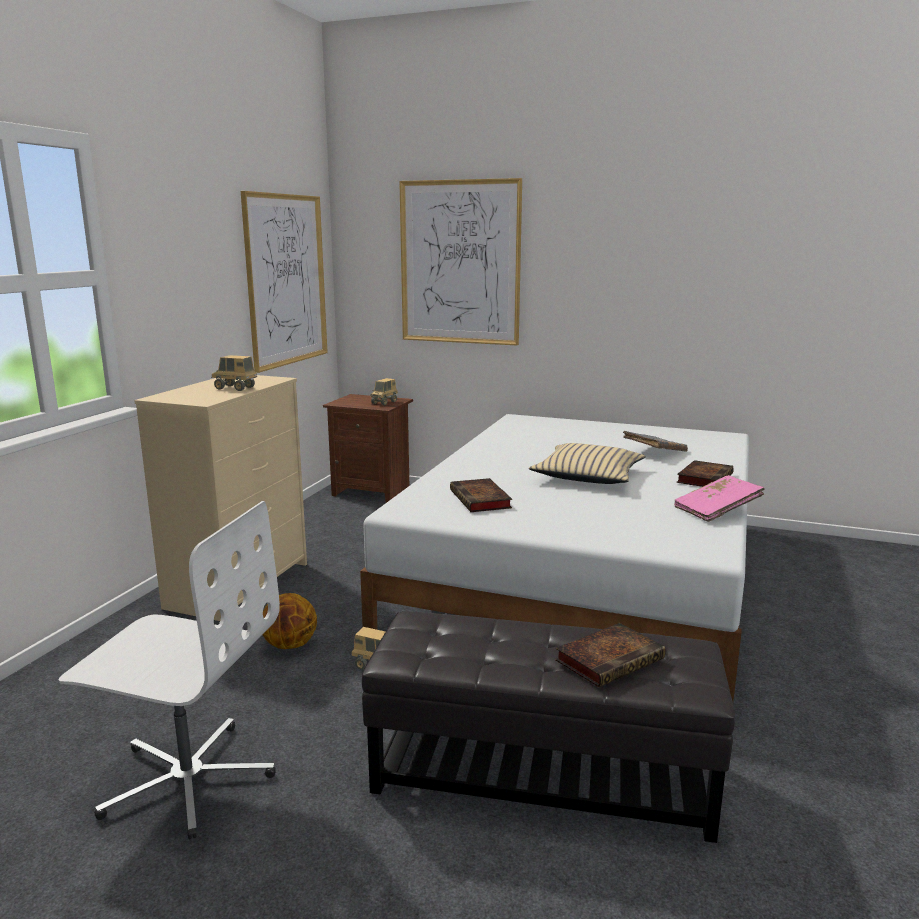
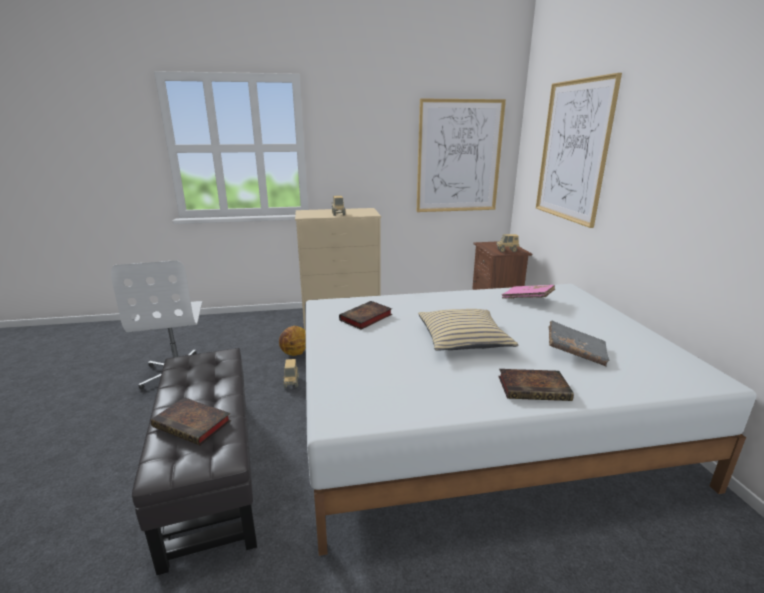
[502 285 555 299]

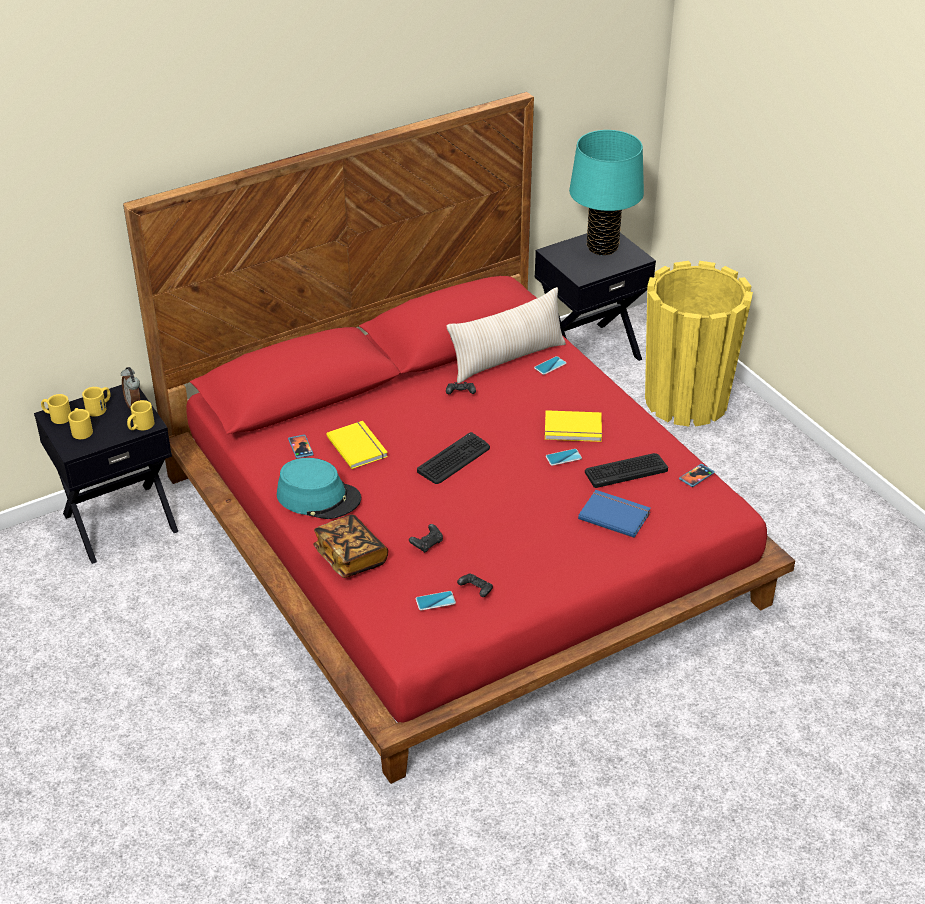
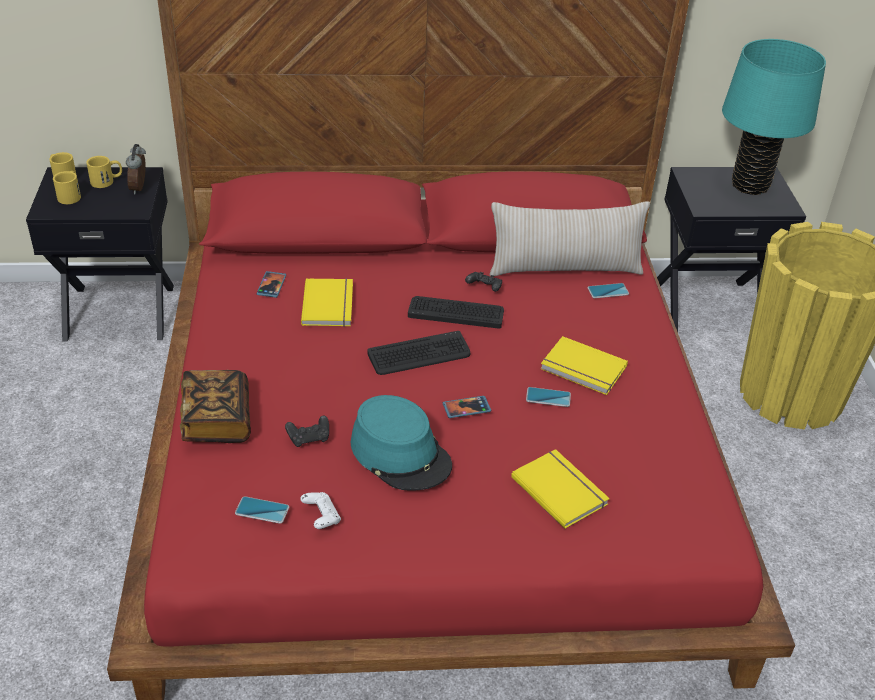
[127 400 155 430] (first image)
[350 395 452 491]
[300 492 341 529]
[511 449 610 529]
[408 296 504 329]
[443 396 491 418]

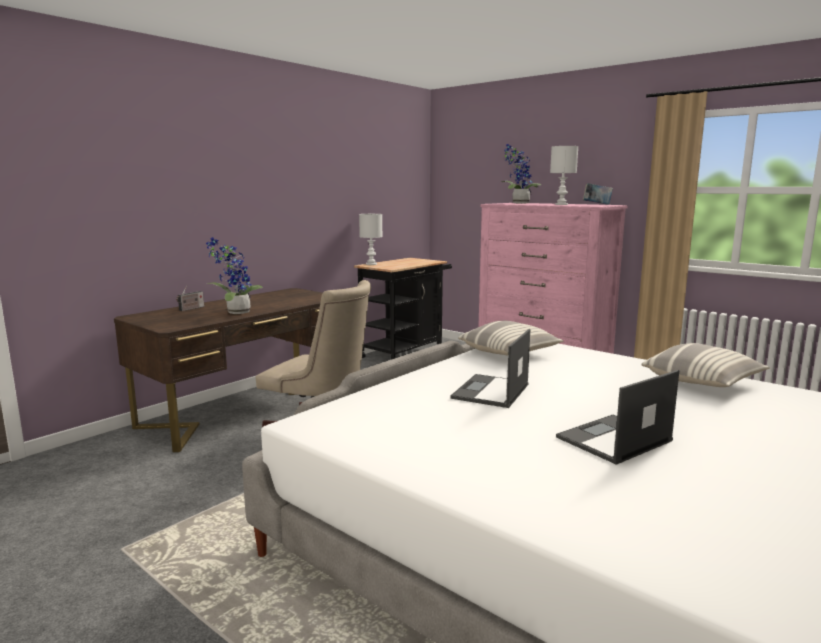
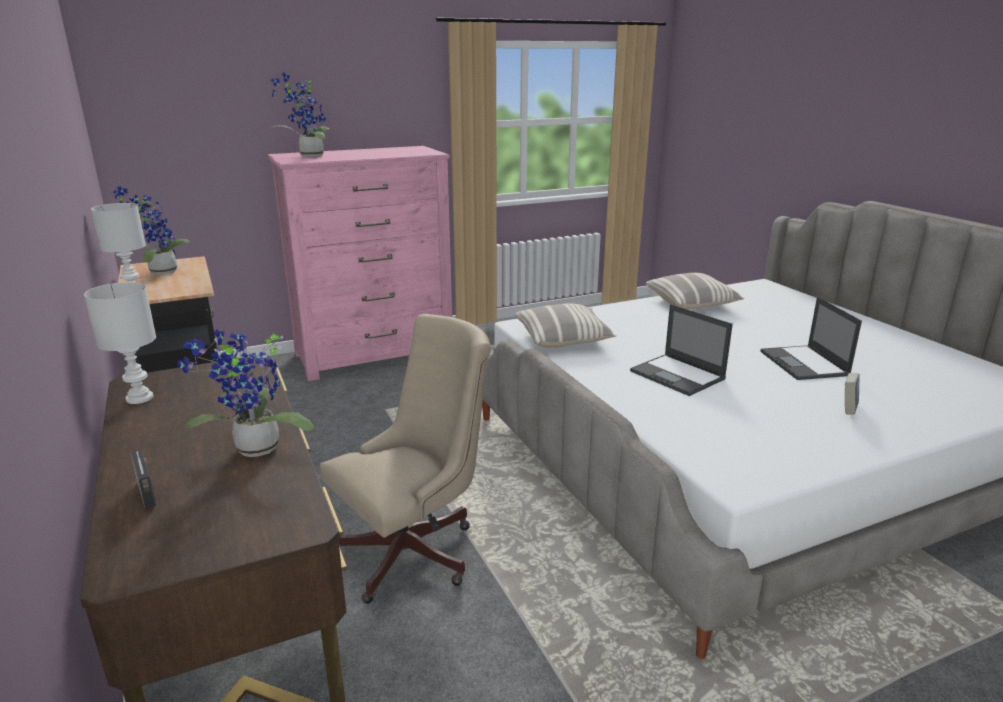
[84 282 156 404]
[845 373 860 415]
[113 186 190 275]

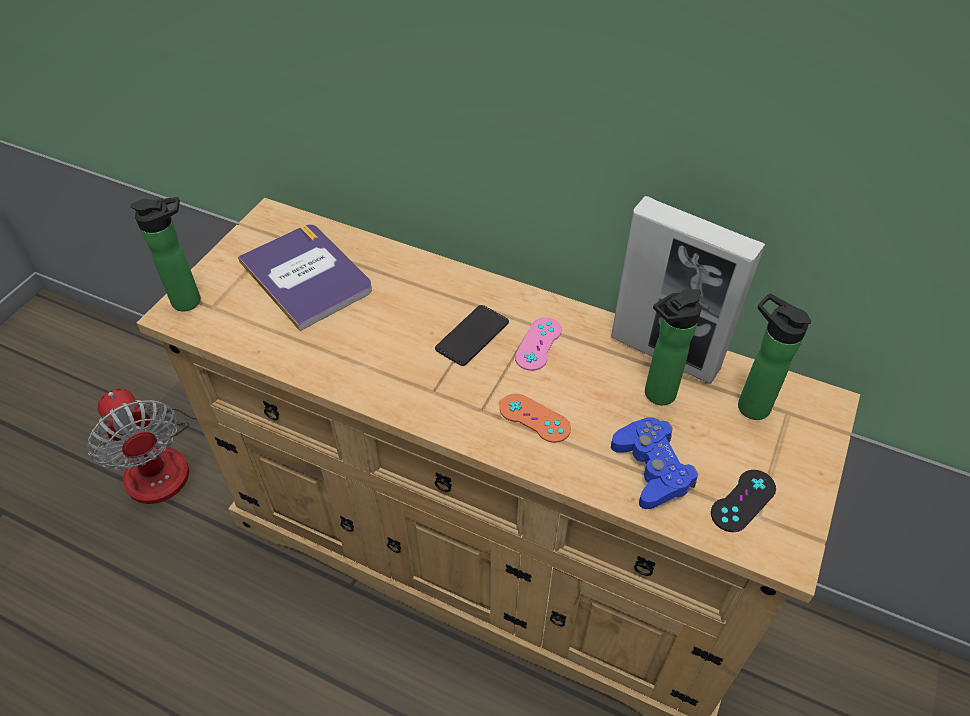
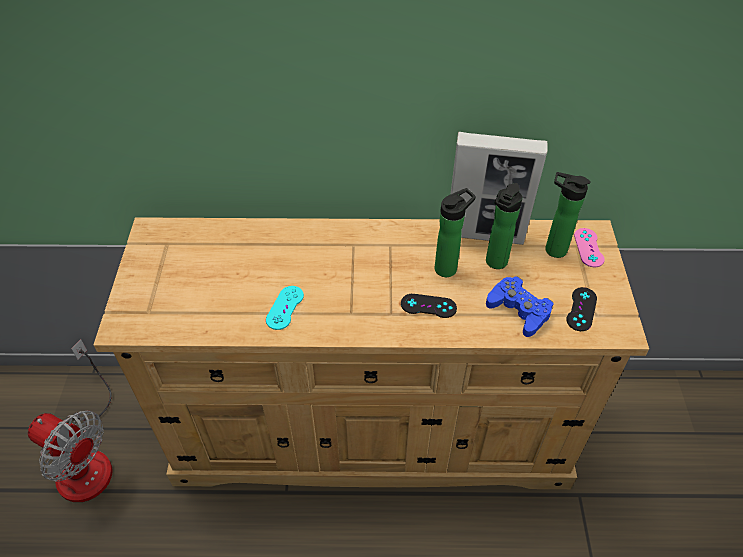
[435 188 476 277]
[238 224 372 331] (first image)
[435 305 509 366] (first image)
[401 294 457 318]
[574 228 605 267]
[266 286 304 330]

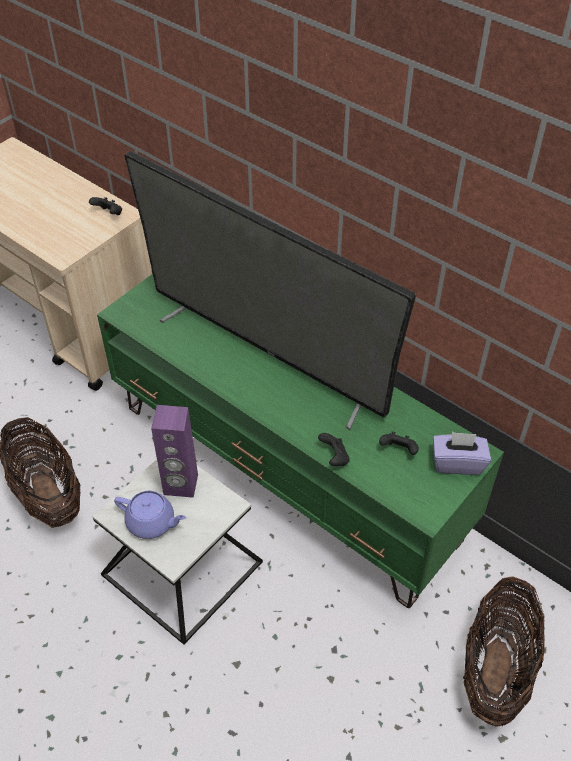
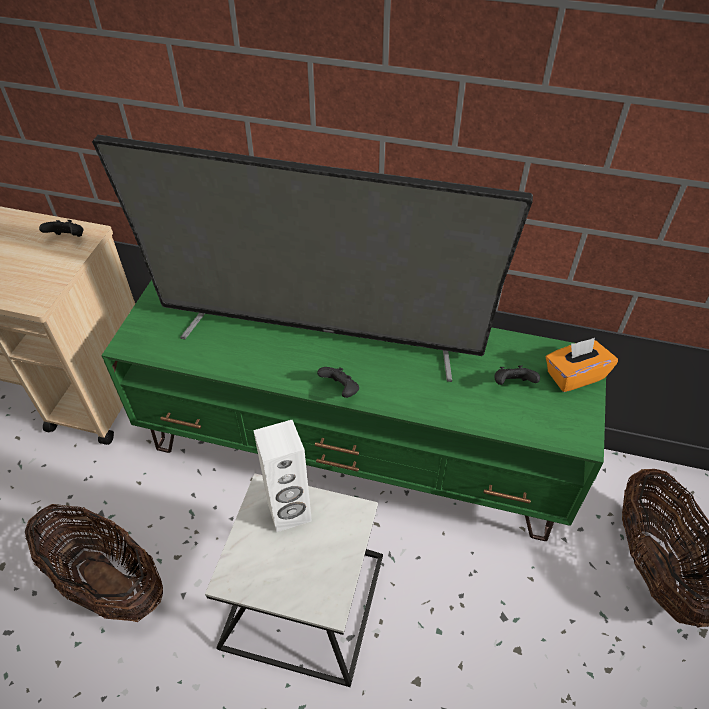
[114 491 186 539] (first image)
[253 420 312 532]
[317 367 359 398]
[546 338 618 392]

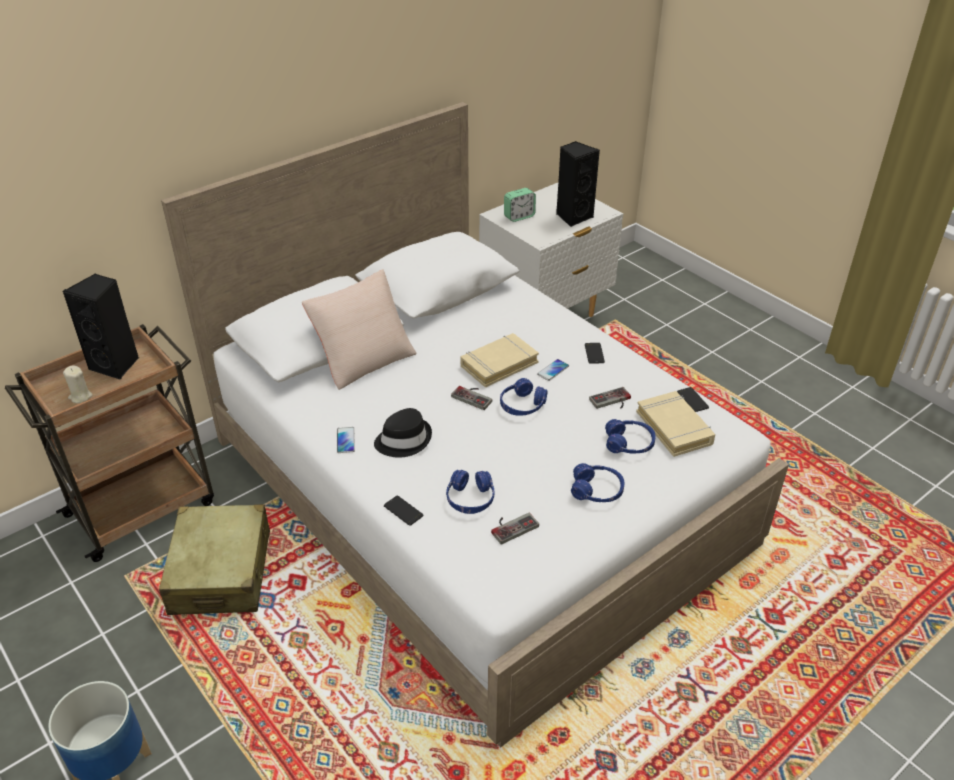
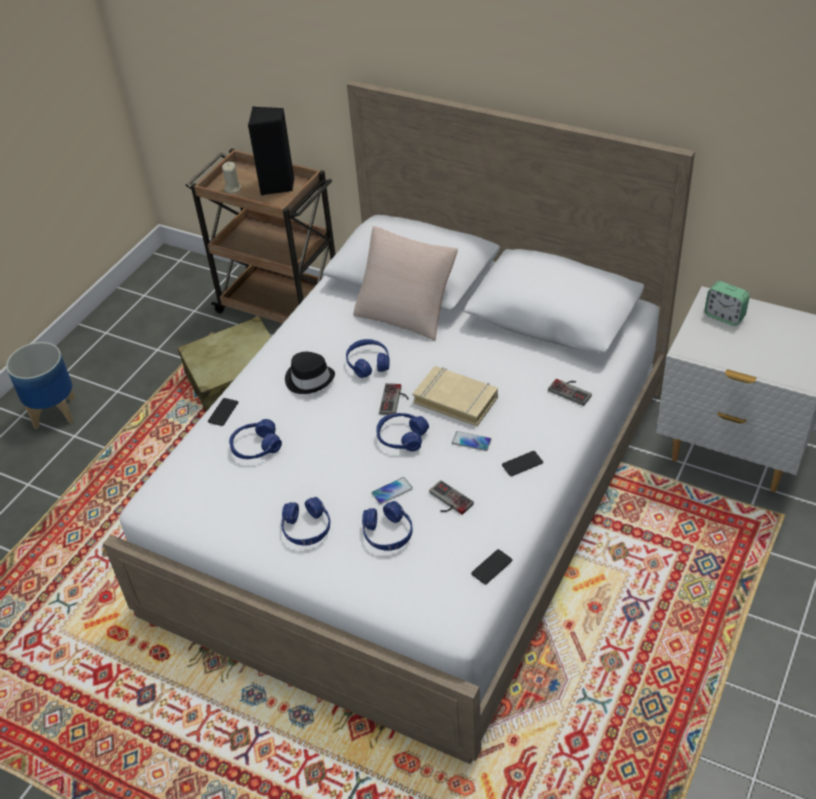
[372 477 413 504]
[548 379 592 406]
[556 141 600 227] (first image)
[636 391 715 457] (first image)
[346 339 390 378]

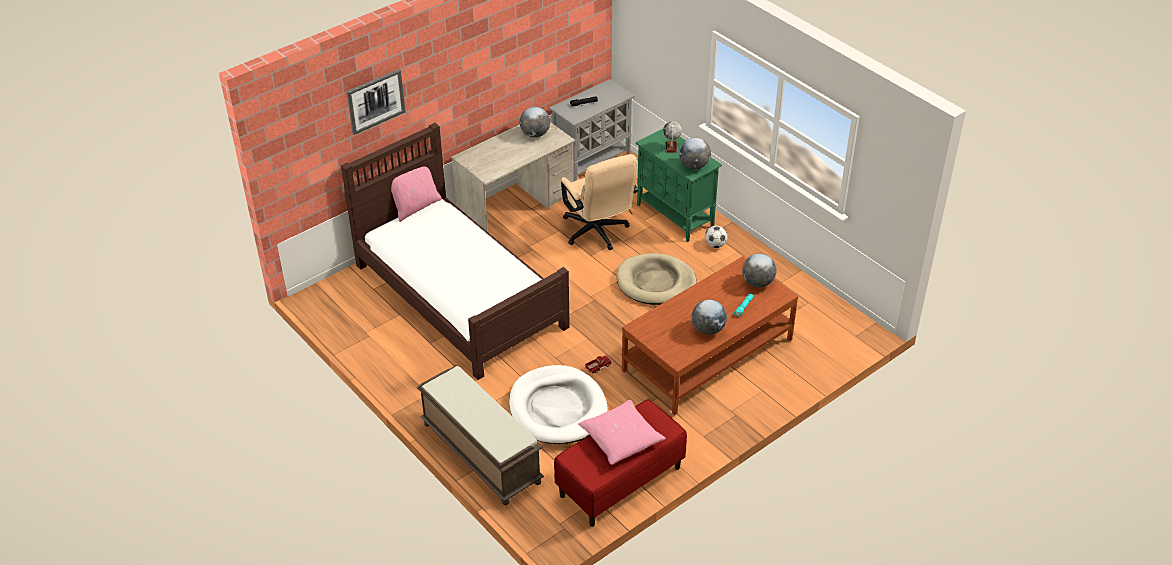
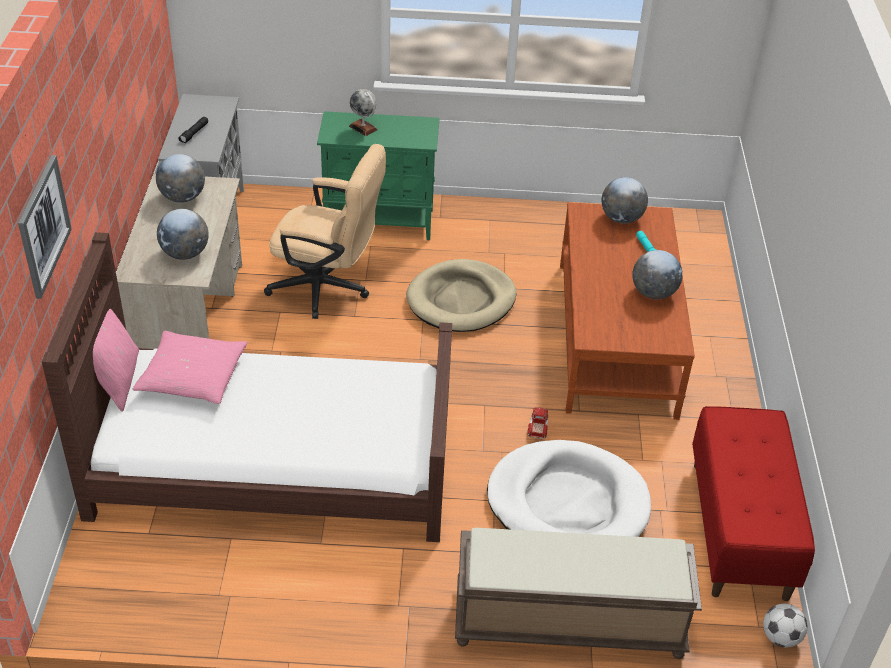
[132 331 248 404]
[157 209 209 260]
[763 603 808 647]

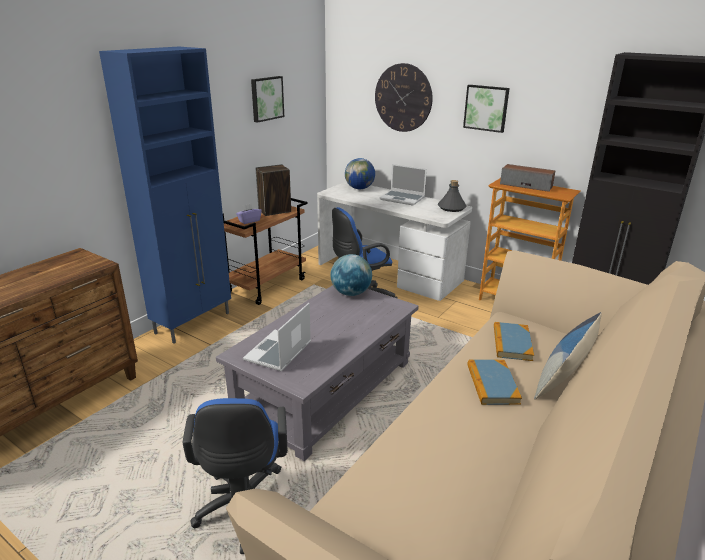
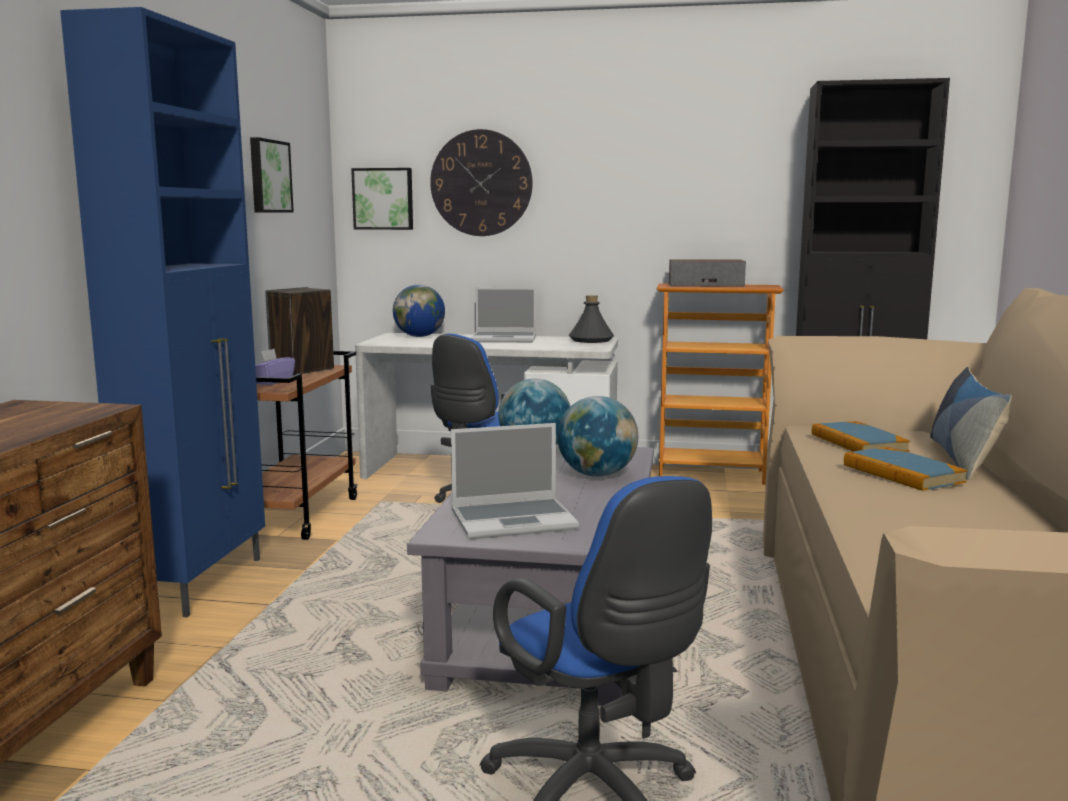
[451 423 579 539]
[351 168 413 230]
[557 396 638 477]

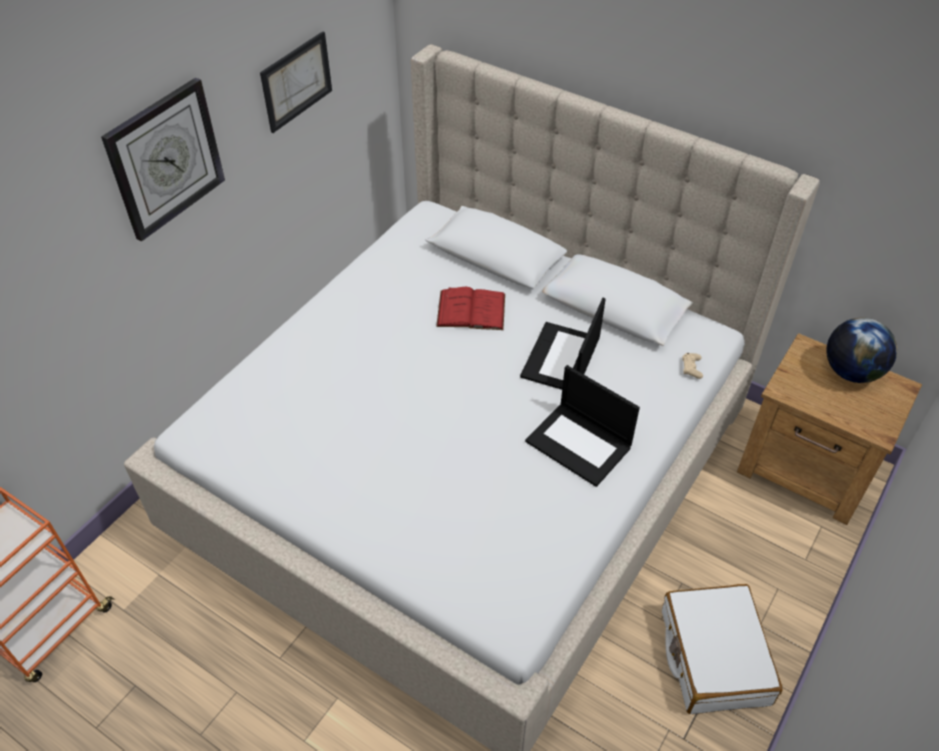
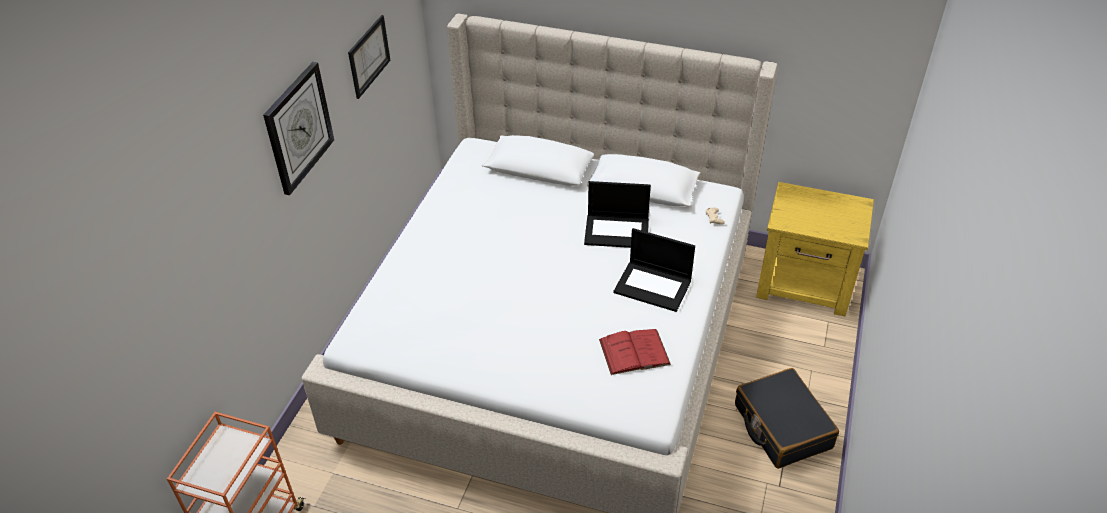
[599 329 671 375]
[584 181 651 248]
[735 368 839 469]
[756 182 874 317]
[826 318 897 383] (first image)

